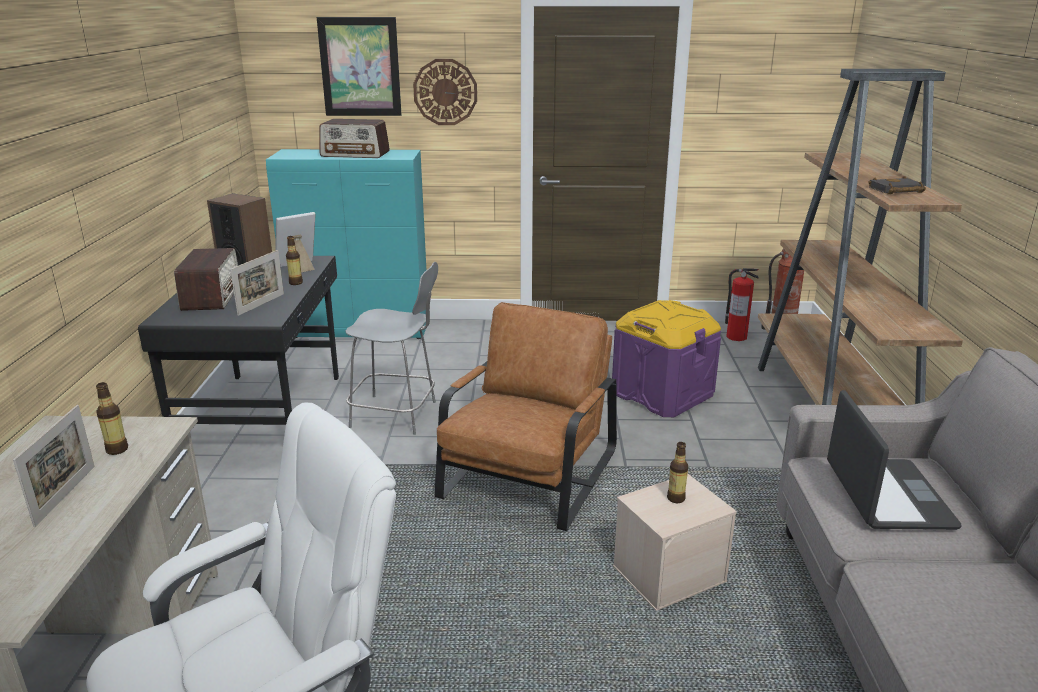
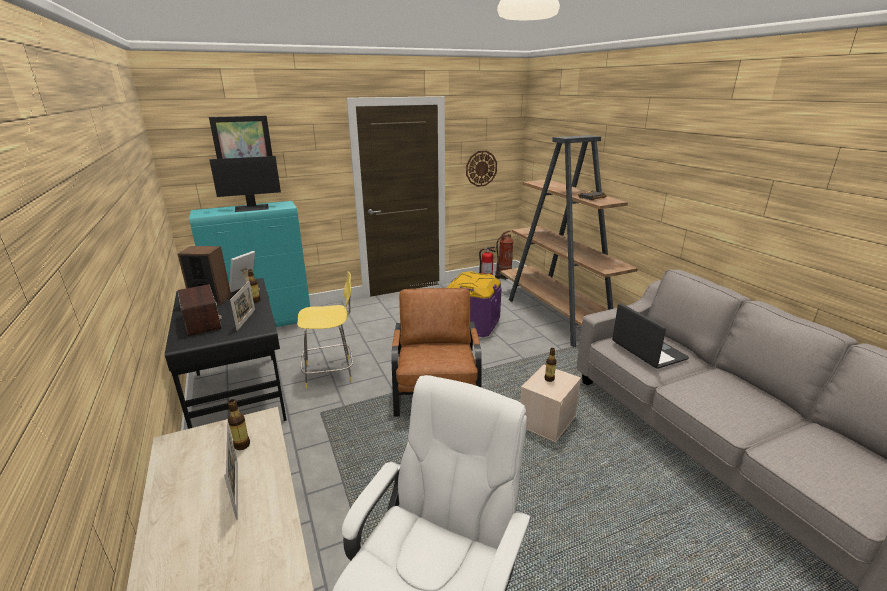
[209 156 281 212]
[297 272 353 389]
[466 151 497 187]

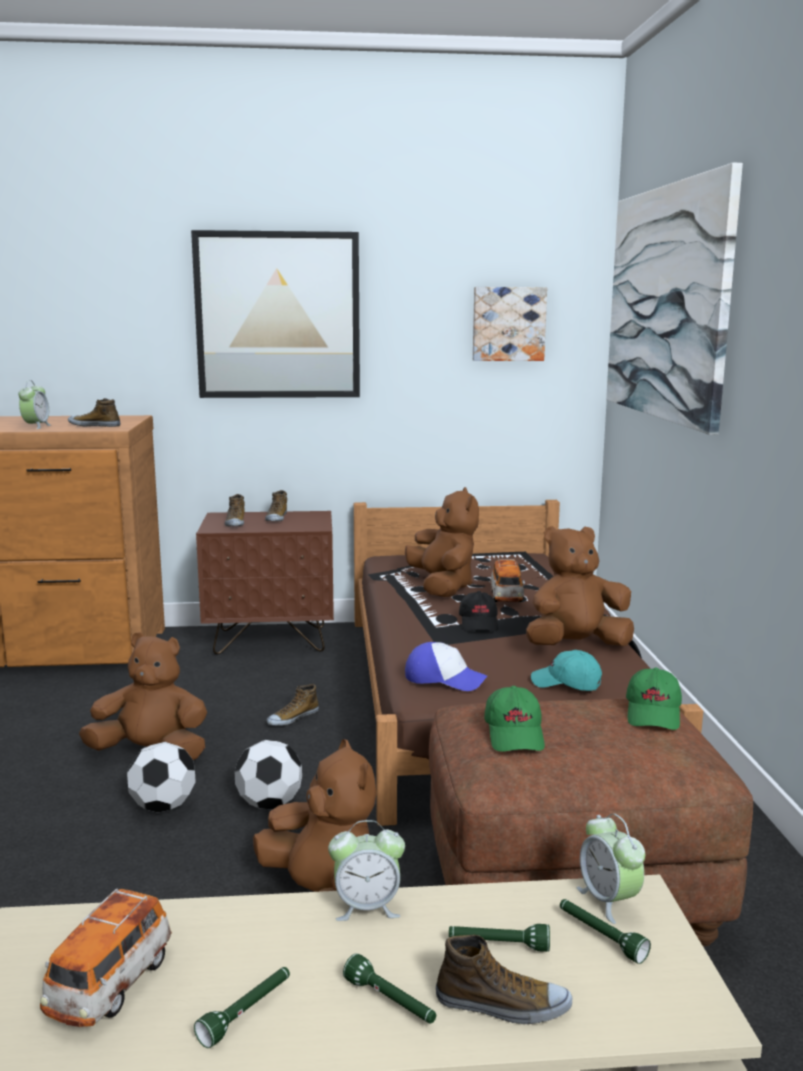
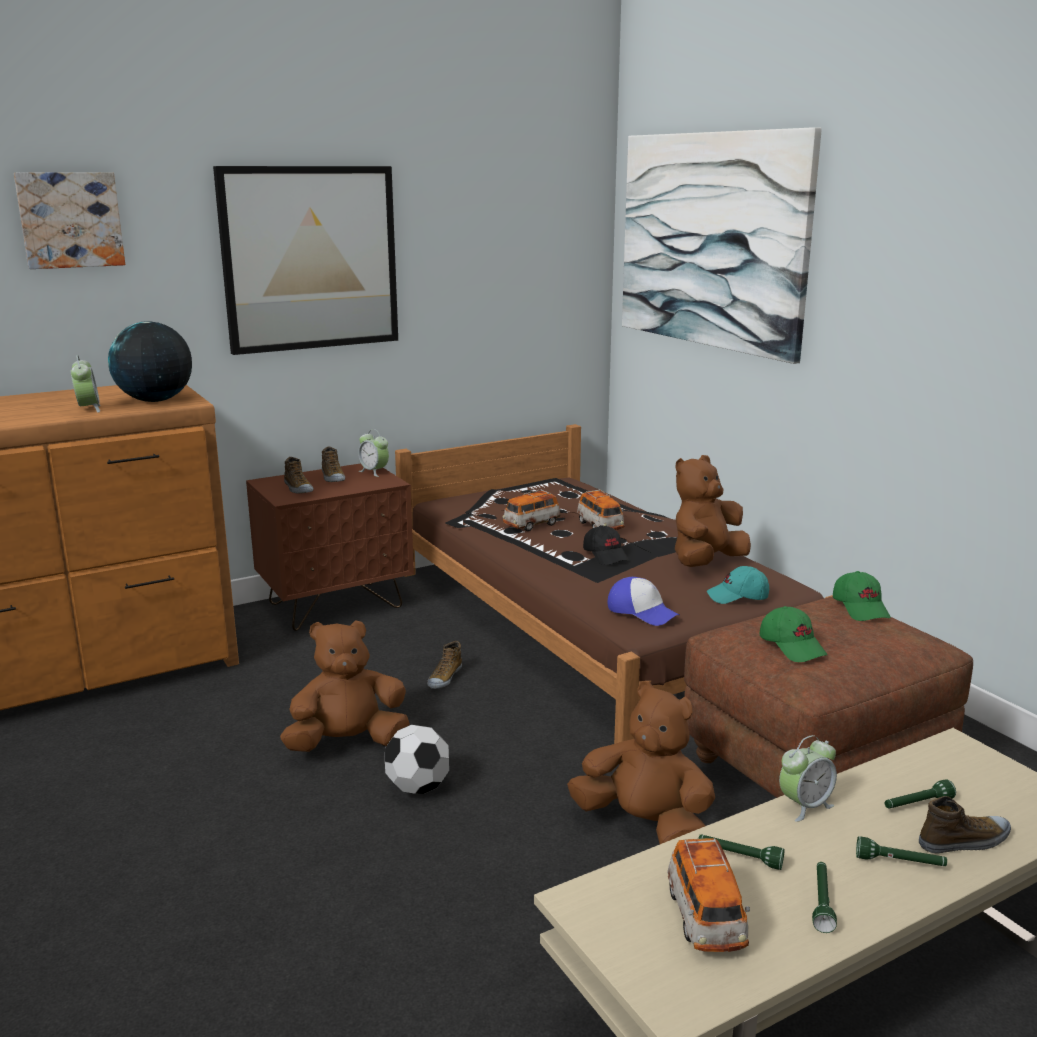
[108 321 192 402]
[235 740 302 809] (first image)
[503 489 561 531]
[607 577 679 626]
[14 172 125 269]
[698 834 785 870]
[358 429 389 477]

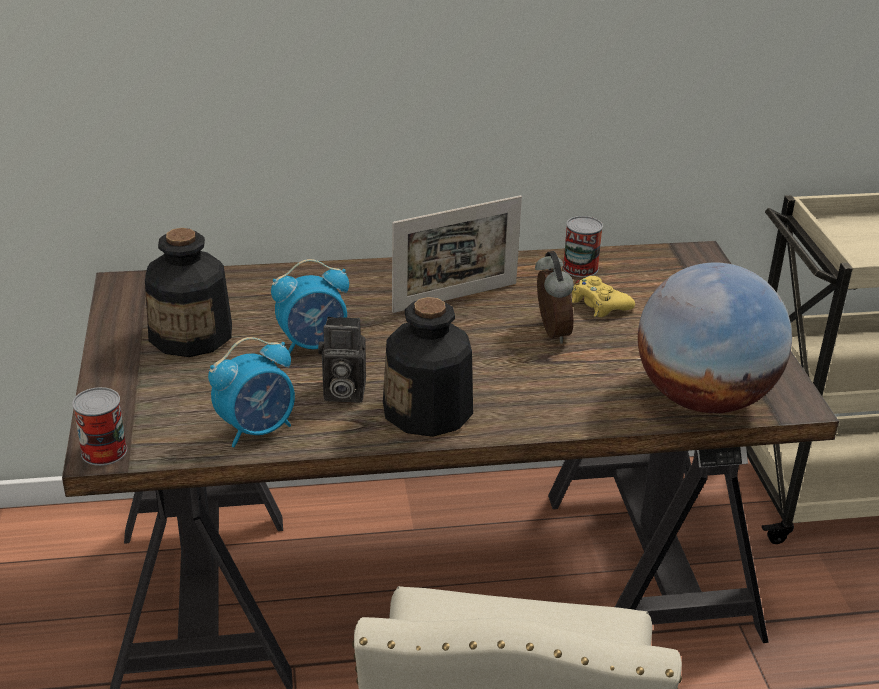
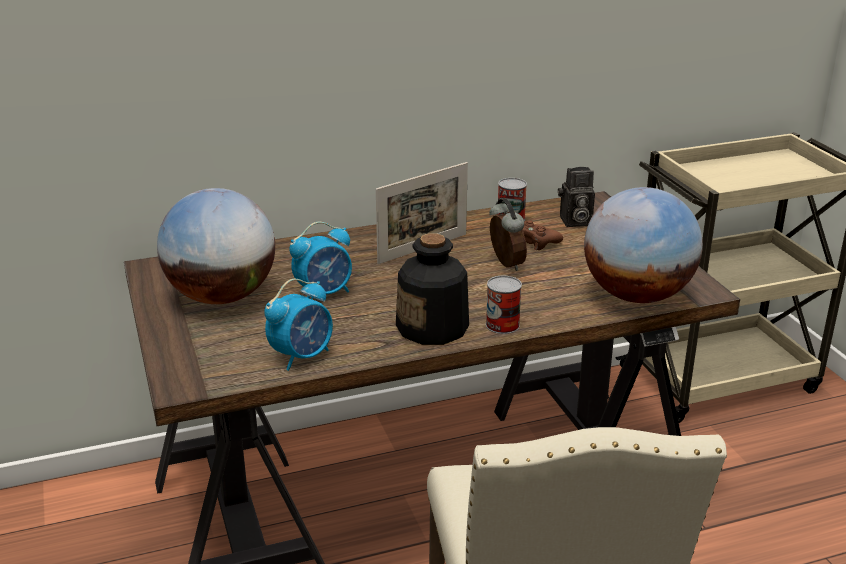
[486 276 522 334]
[157 188 275 304]
[558 167 595 227]
[522 220 563 250]

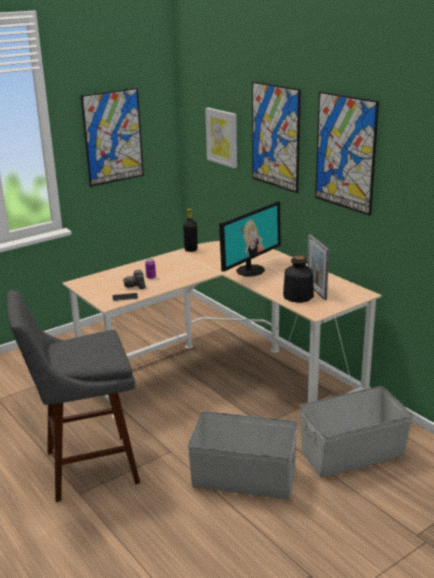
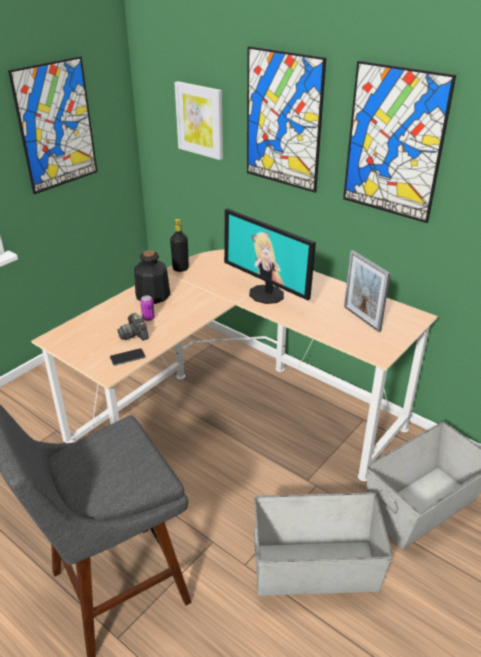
[224 208 316 304]
[134 250 171 304]

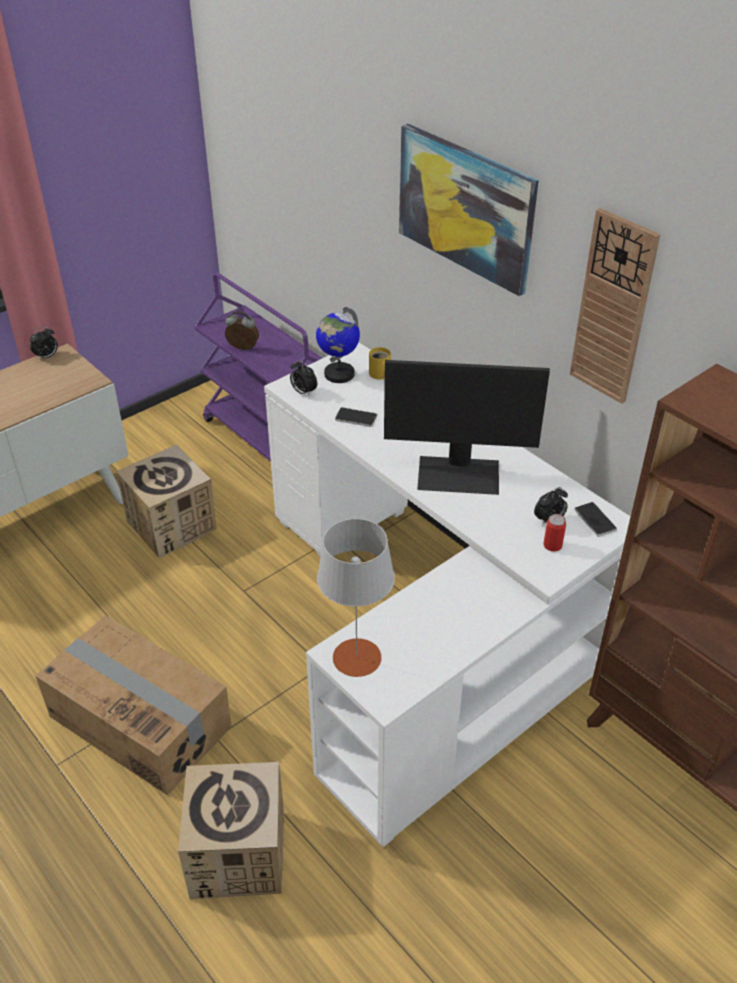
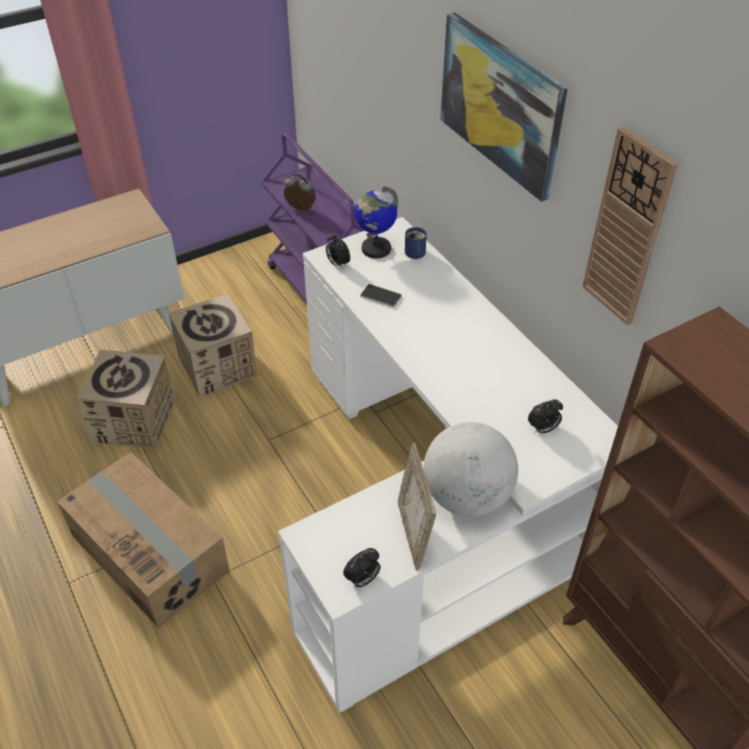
[343 548 381 588]
[77 350 175 449]
[317 519 395 677] (first image)
[405 227 427 259]
[384 360 550 495] (first image)
[544 514 566 552] (first image)
[574 502 617 537] (first image)
[398 443 436 570]
[423 422 518 517]

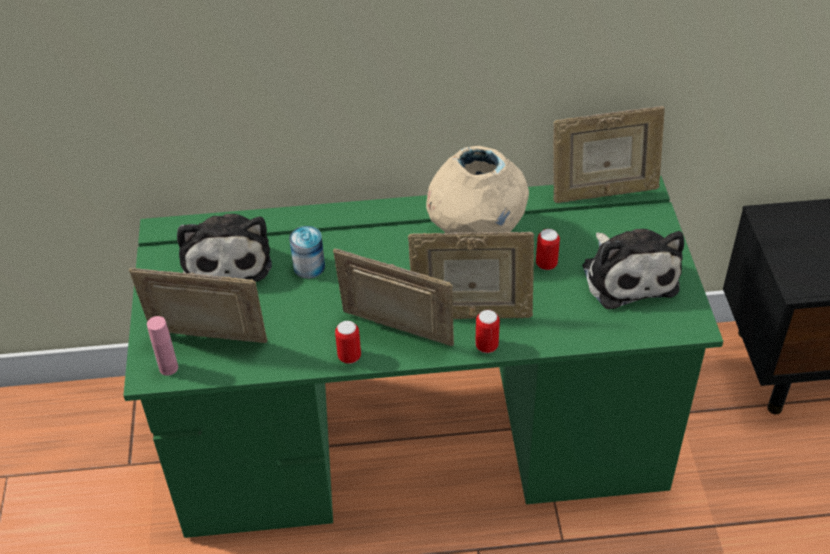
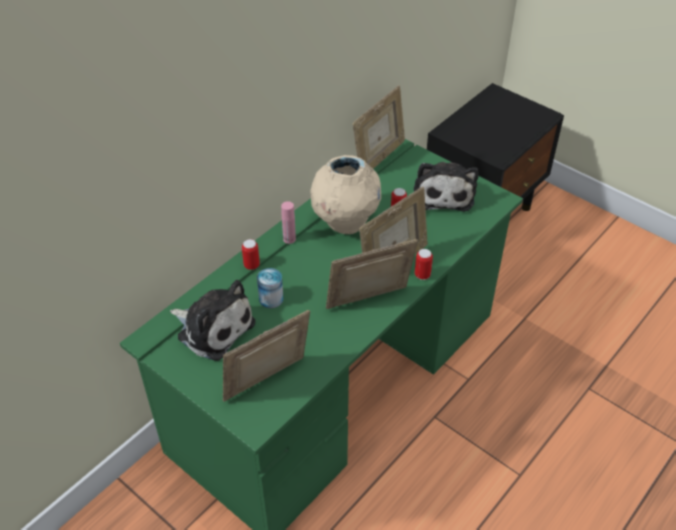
[281 201 296 244]
[242 239 260 270]
[414 162 479 212]

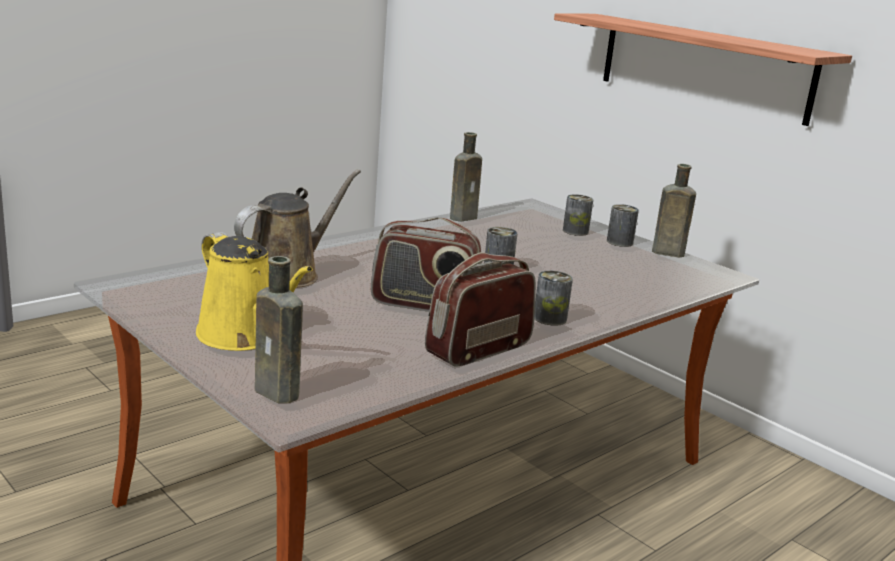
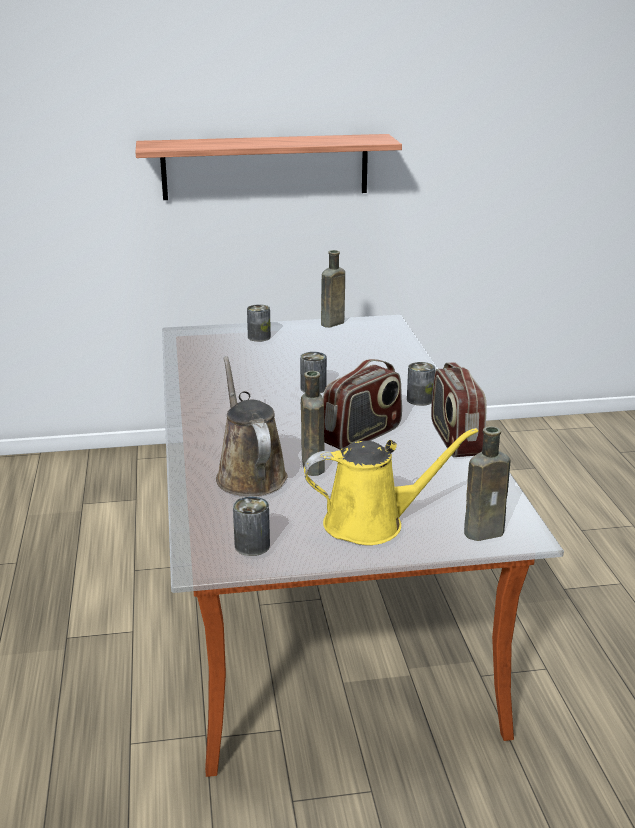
[300 371 325 476]
[233 496 270 556]

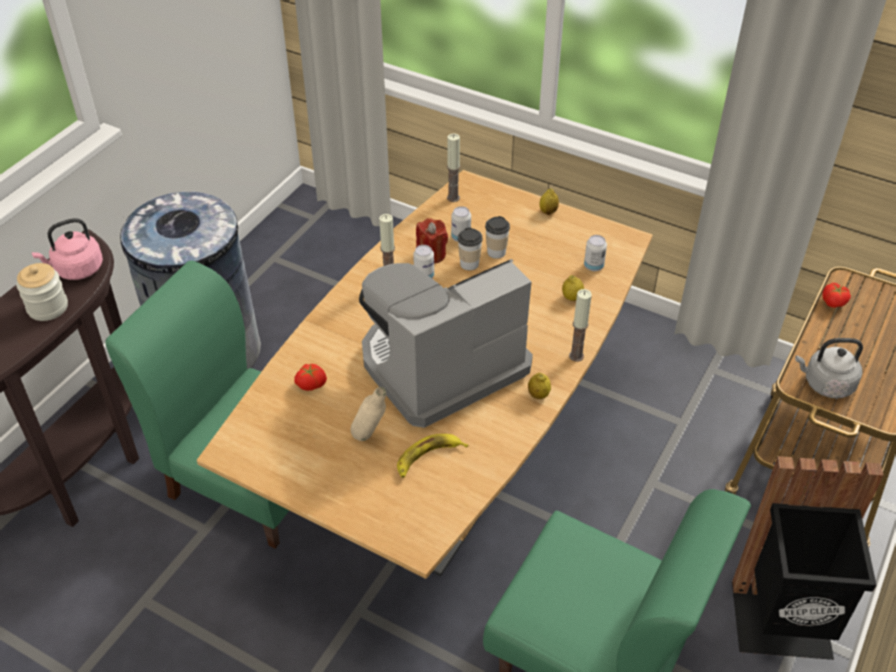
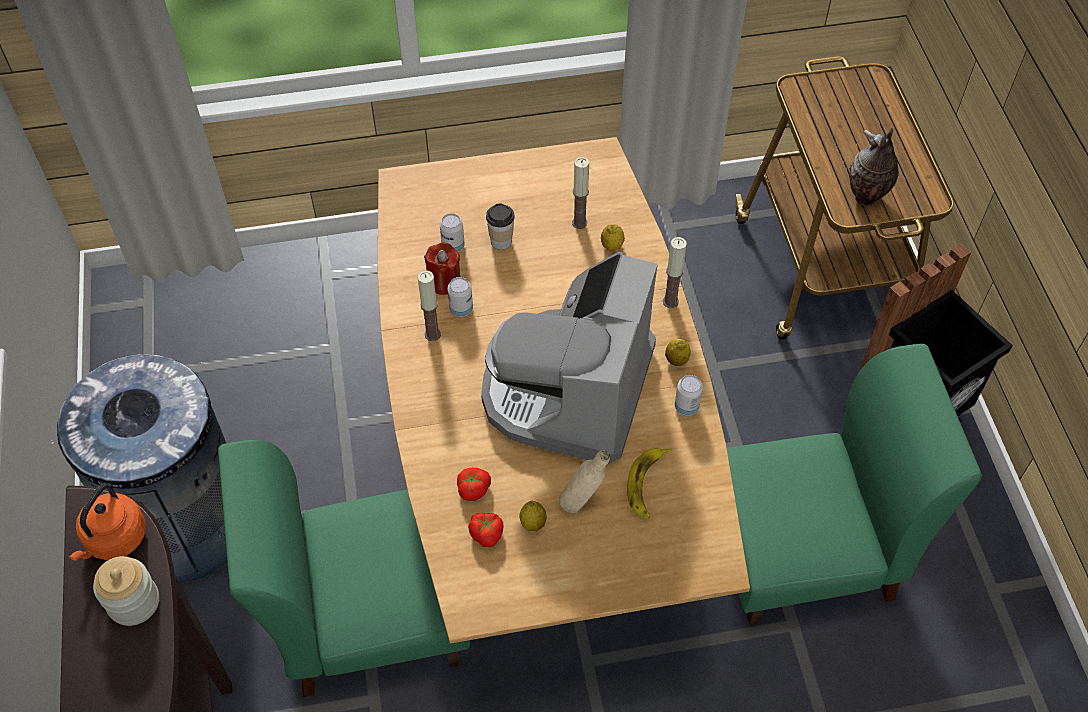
[69 483 146 561]
[572 157 589 229]
[458 228 483 270] (first image)
[519 501 547 531]
[675 375 703 416]
[849 128 899 206]
[468 513 504 547]

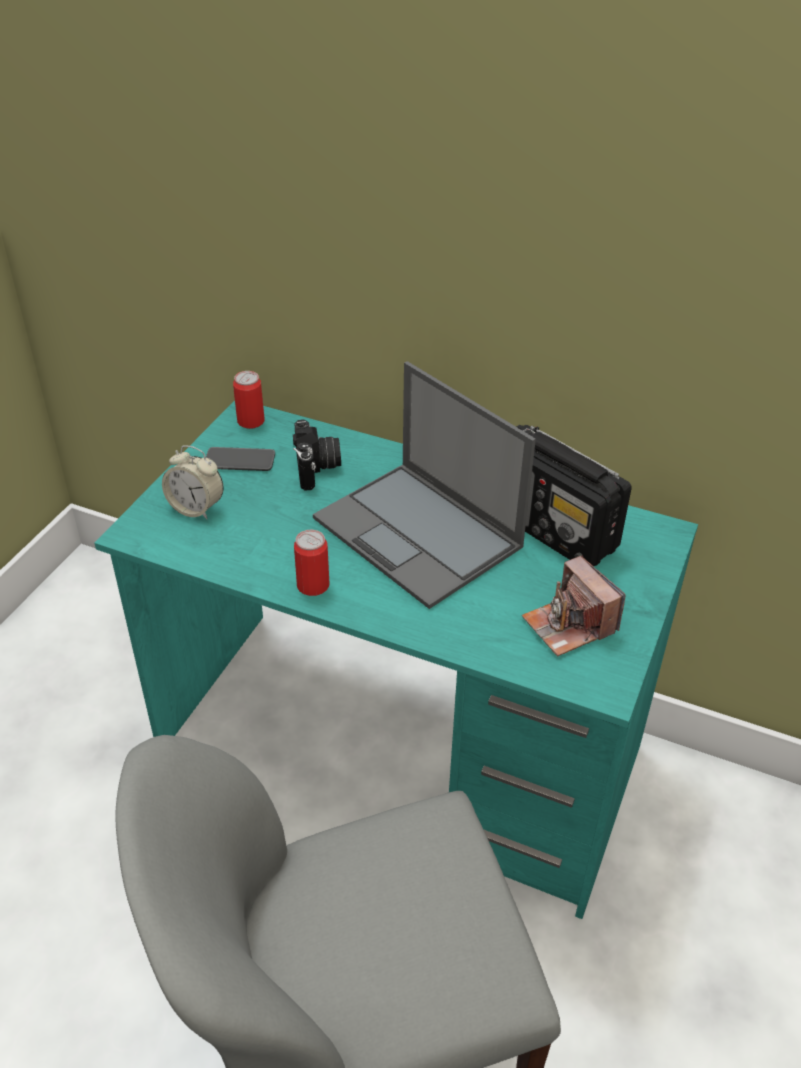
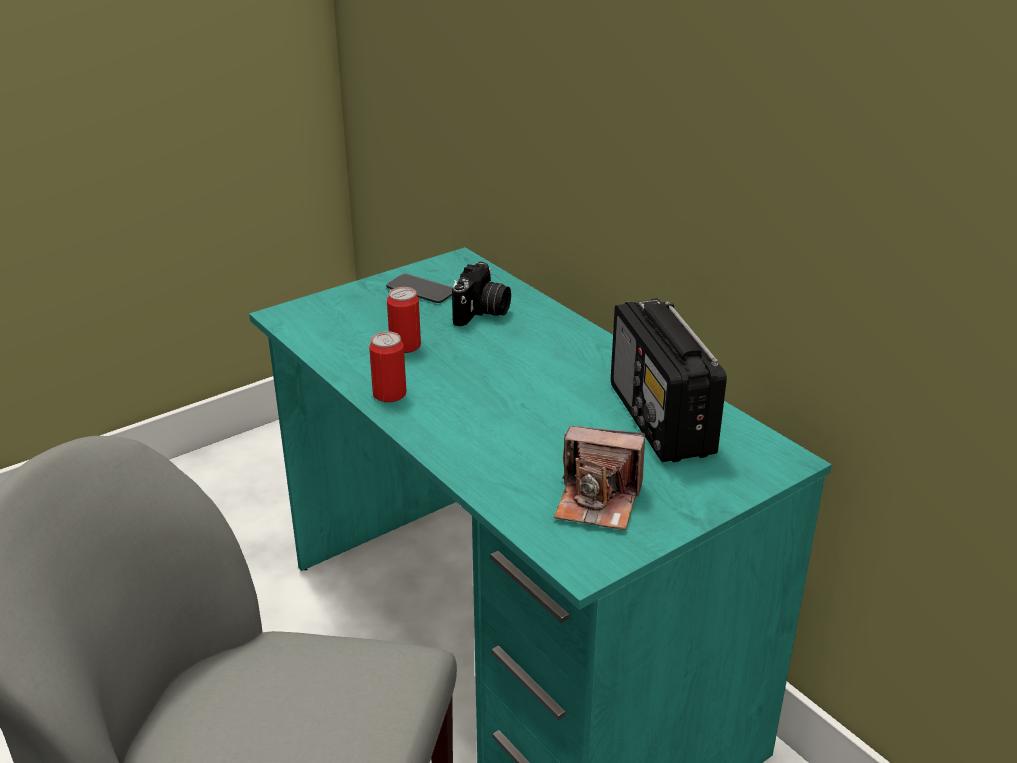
[162 446 224 519] (first image)
[387 287 421 353]
[313 361 536 609] (first image)
[554 426 645 530]

